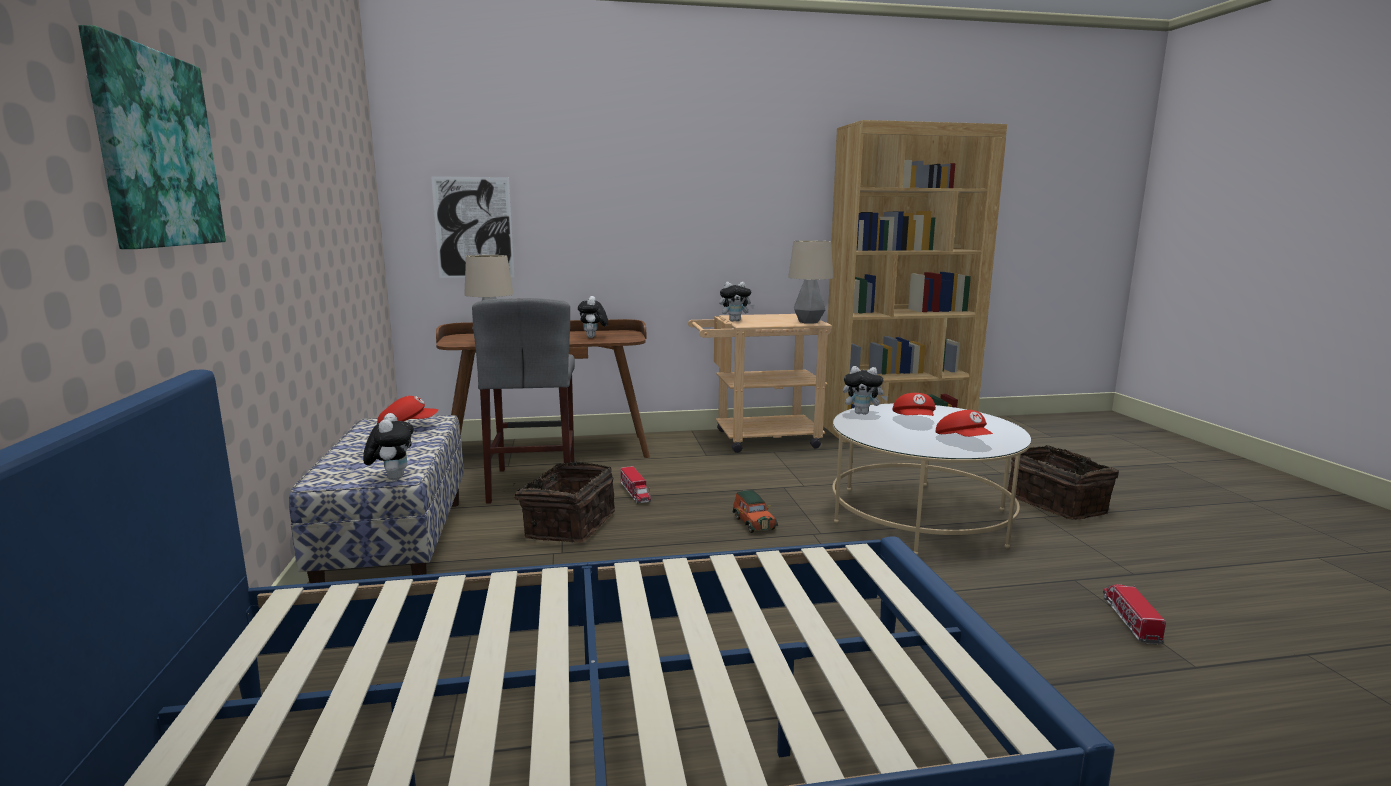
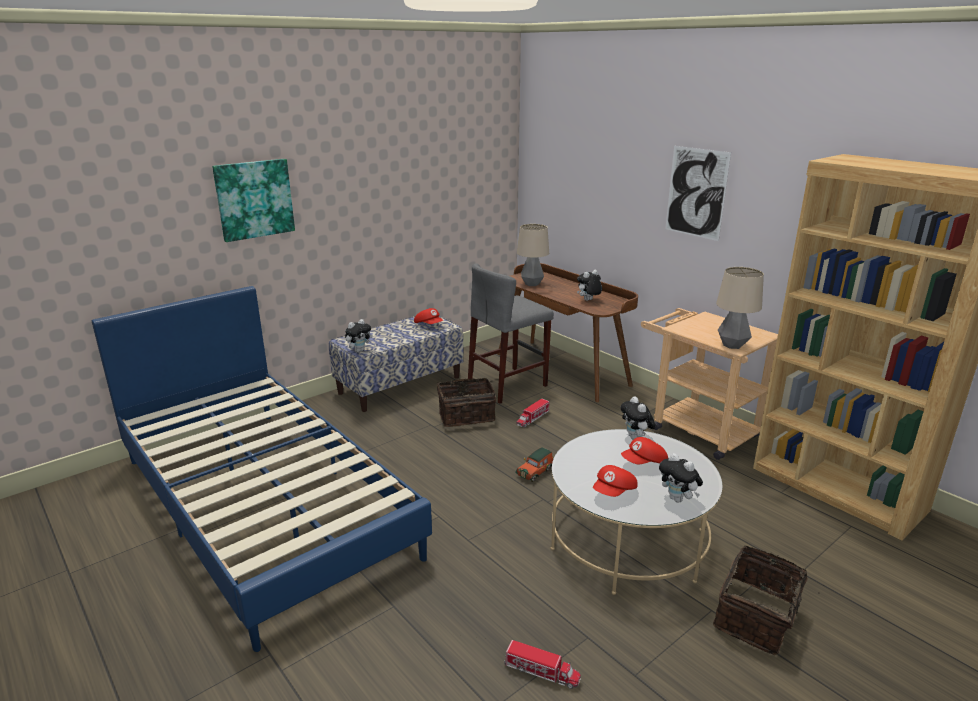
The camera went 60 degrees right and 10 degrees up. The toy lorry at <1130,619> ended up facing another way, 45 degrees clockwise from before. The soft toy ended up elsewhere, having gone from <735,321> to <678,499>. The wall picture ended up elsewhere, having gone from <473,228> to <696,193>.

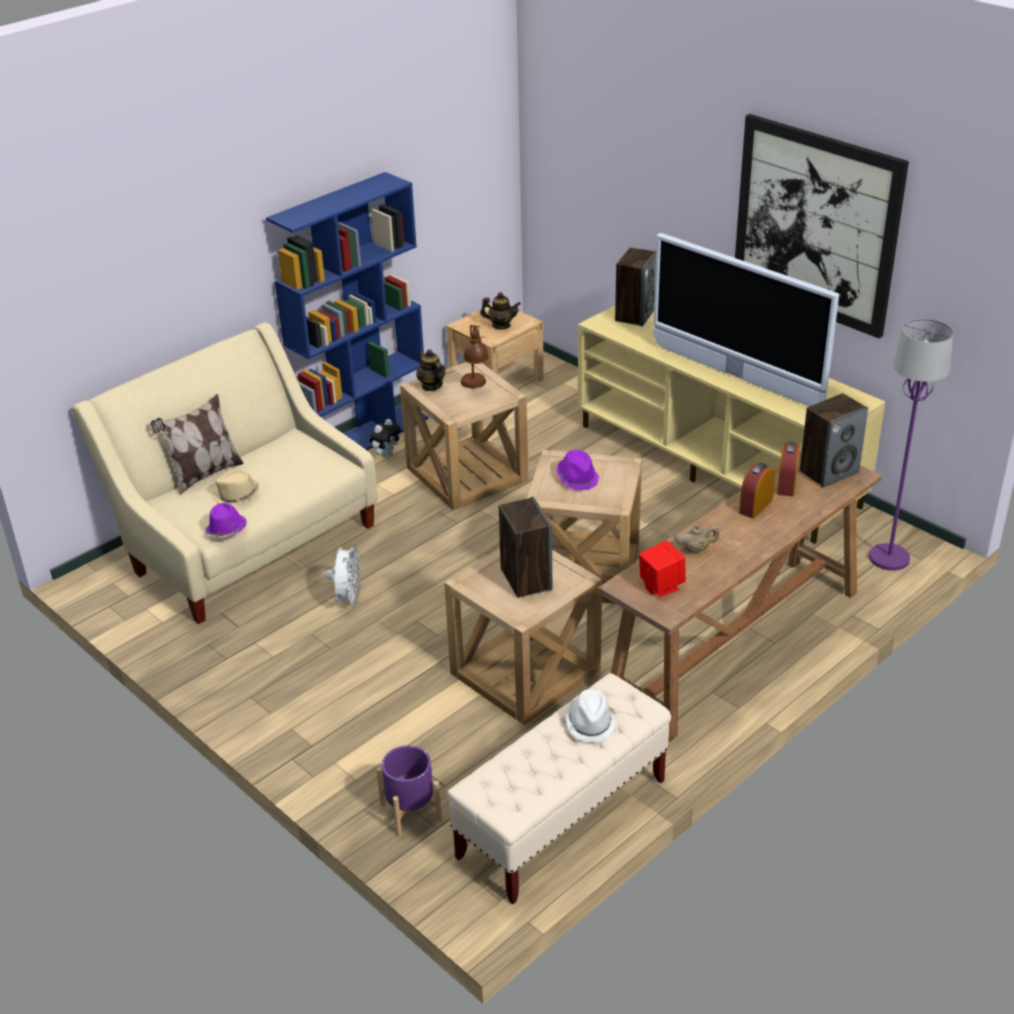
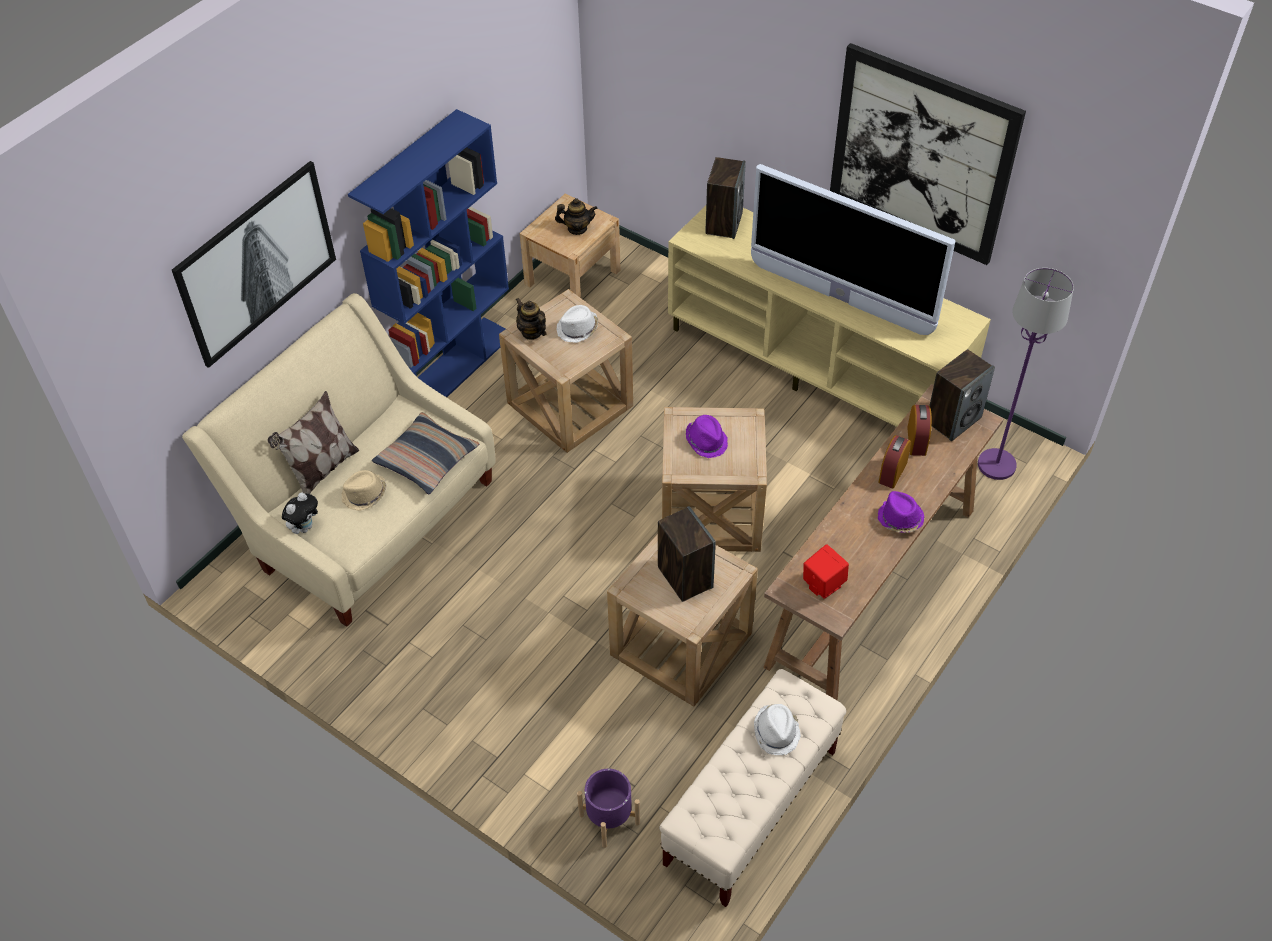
The camera went 10 degrees left and 15 degrees up. The second view gained the wall picture at <256,262>. The soft toy ended up elsewhere, having gone from <386,454> to <304,527>. The second view gained the cushion at <427,460>. Where the table lamp (brown) stood at <476,387>, the hat (white-coloured) came to stand at <578,329>. The hat (purplish) ended up elsewhere, having gone from <226,530> to <899,519>. The second view lost the fan (white-coloured) at <348,599>. The second view lost the pot for tea (sand-coloured) at <696,549>.

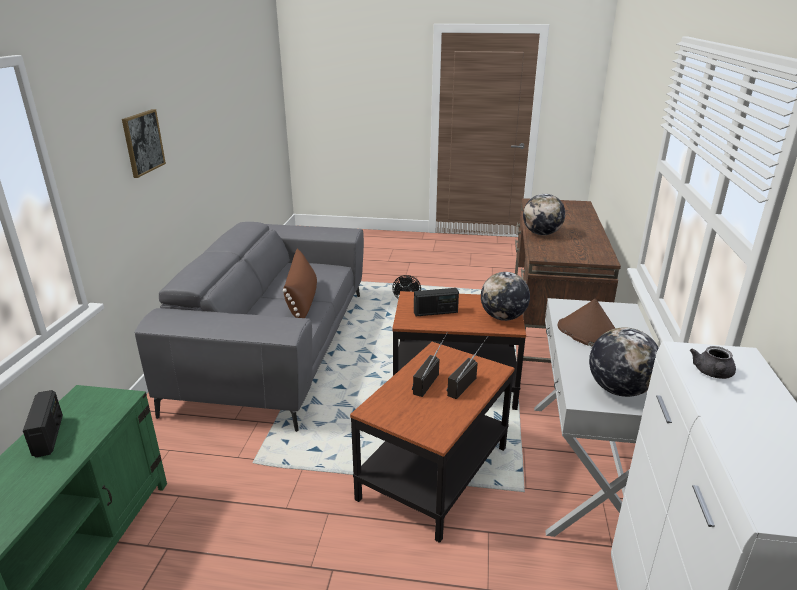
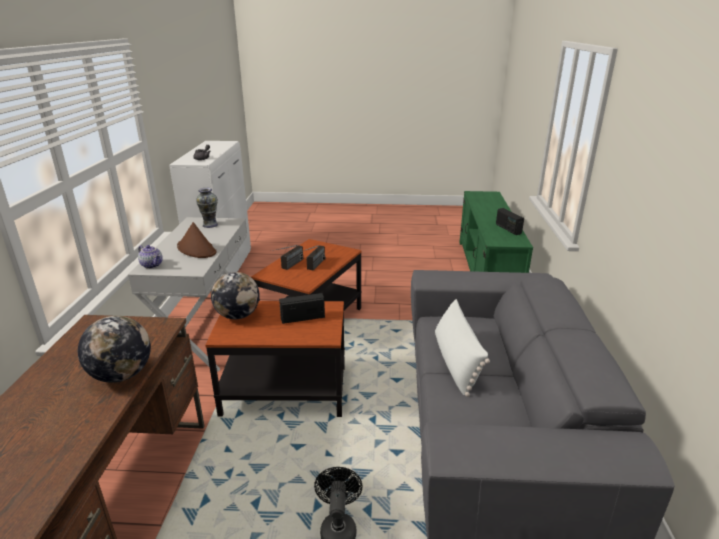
The camera went 175 degrees right and 0 degrees up. The second view gained the pot for tea at <152,265>. Where the globe stood at <619,390>, the vase came to stand at <210,225>. What was the cushion (brown) at <302,301> turned into the cushion (white-coloured) at <456,362>. The second view lost the wall picture at <143,142>.

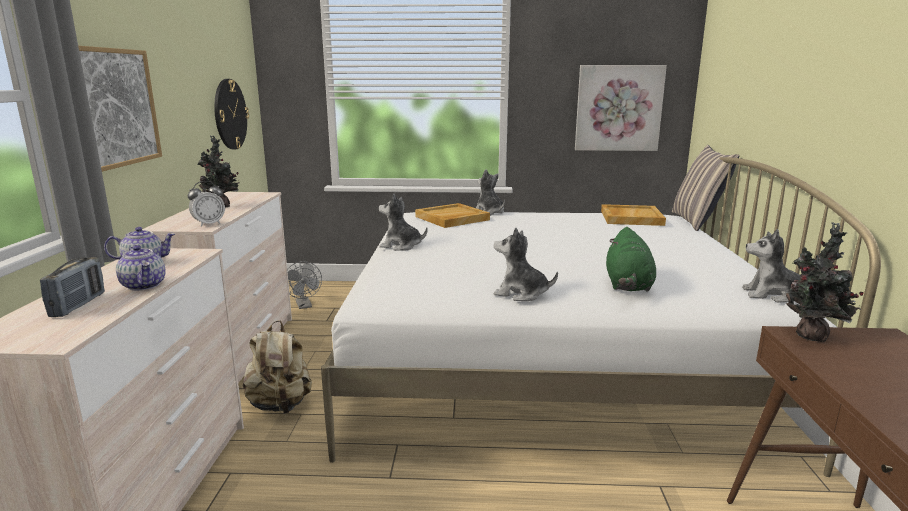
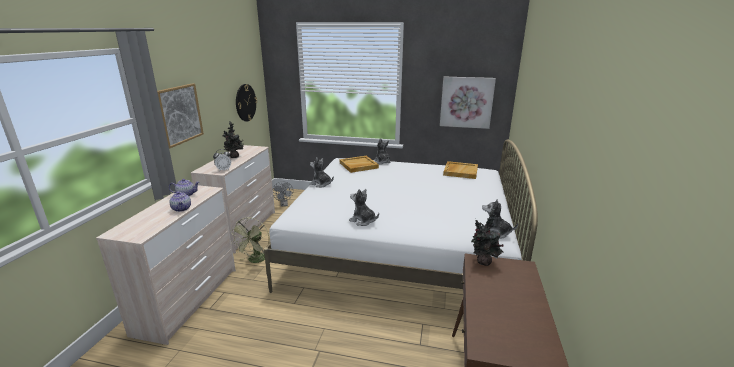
The camera went 10 degrees right and 5 degrees up. Where the rucksack (sand-coloured) stood at <280,405>, the fan (green-coloured) came to stand at <255,260>. The second view lost the radio set at <78,305>. The second view lost the soft toy (green-coloured) at <628,285>. The second view lost the cushion at <697,221>.

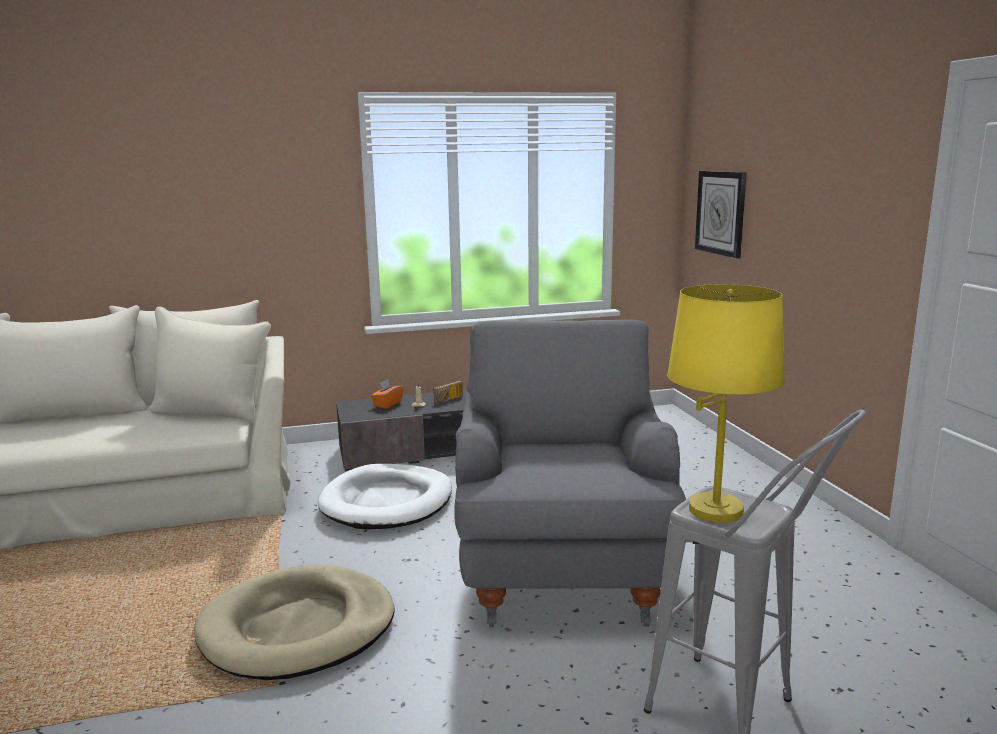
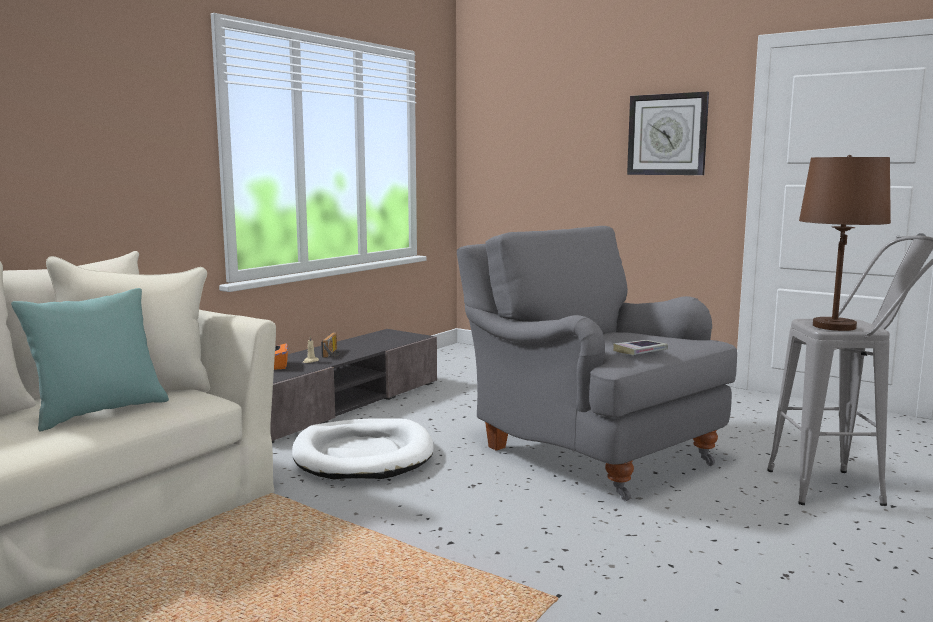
The camera went 40 degrees left and 5 degrees down. The second view gained the cushion (blue-green) at <99,412>. The second view gained the volume at <640,351>. The hanging clock ended up elsewhere, having gone from <721,212> to <667,134>. What was the table lamp (yellow-coloured) at <715,510> turned into the table lamp (brown) at <833,326>. The second view lost the dog cushion (sand-coloured) at <298,628>.

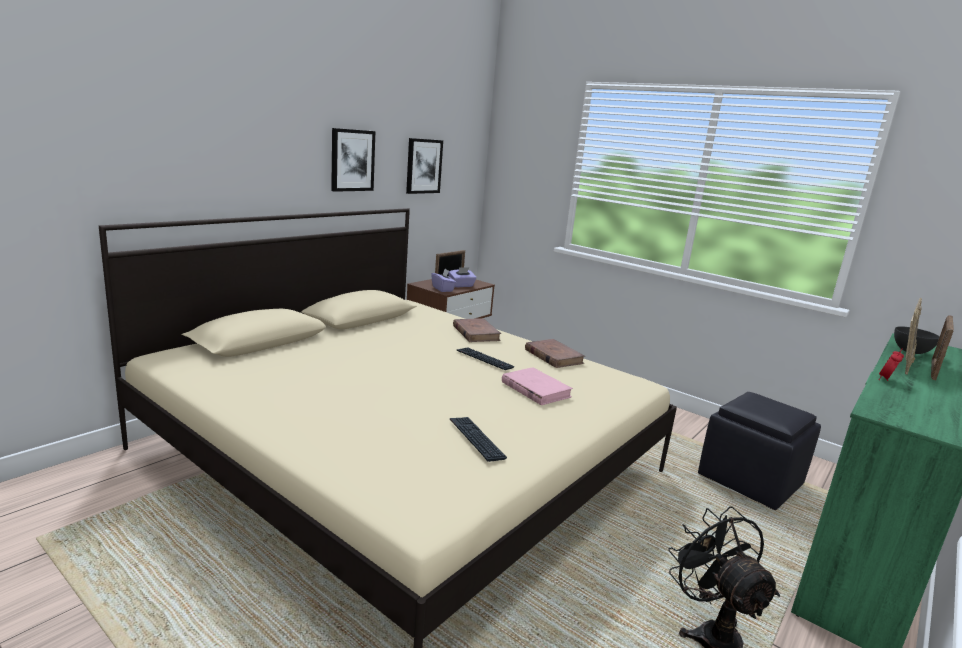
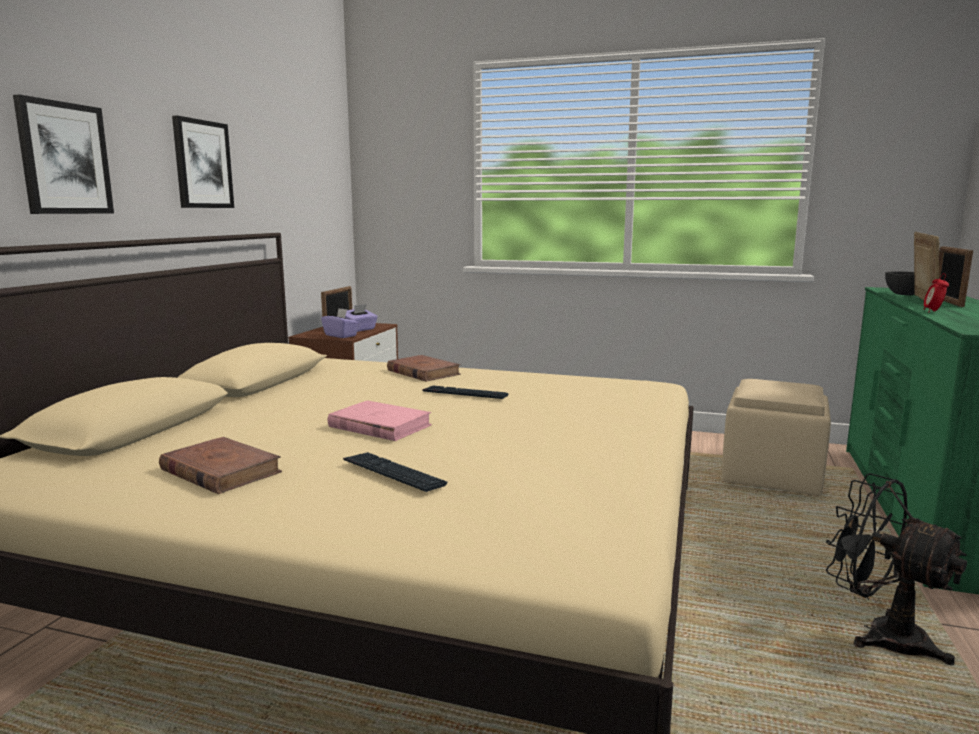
The camera went 20 degrees left and 5 degrees down. The wall picture ended up elsewhere, having gone from <423,166> to <64,158>. The volume (brown) ended up elsewhere, having gone from <553,356> to <220,471>. The volume (pink) ended up elsewhere, having gone from <535,389> to <379,426>. The keyboard ended up elsewhere, having gone from <476,439> to <393,473>. What was the footrest (blackish) at <751,480> turned into the footrest (sand-coloured) at <772,476>.

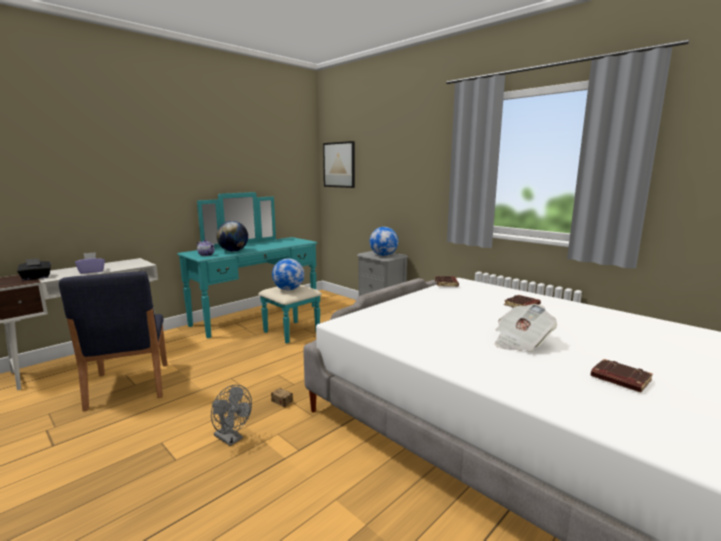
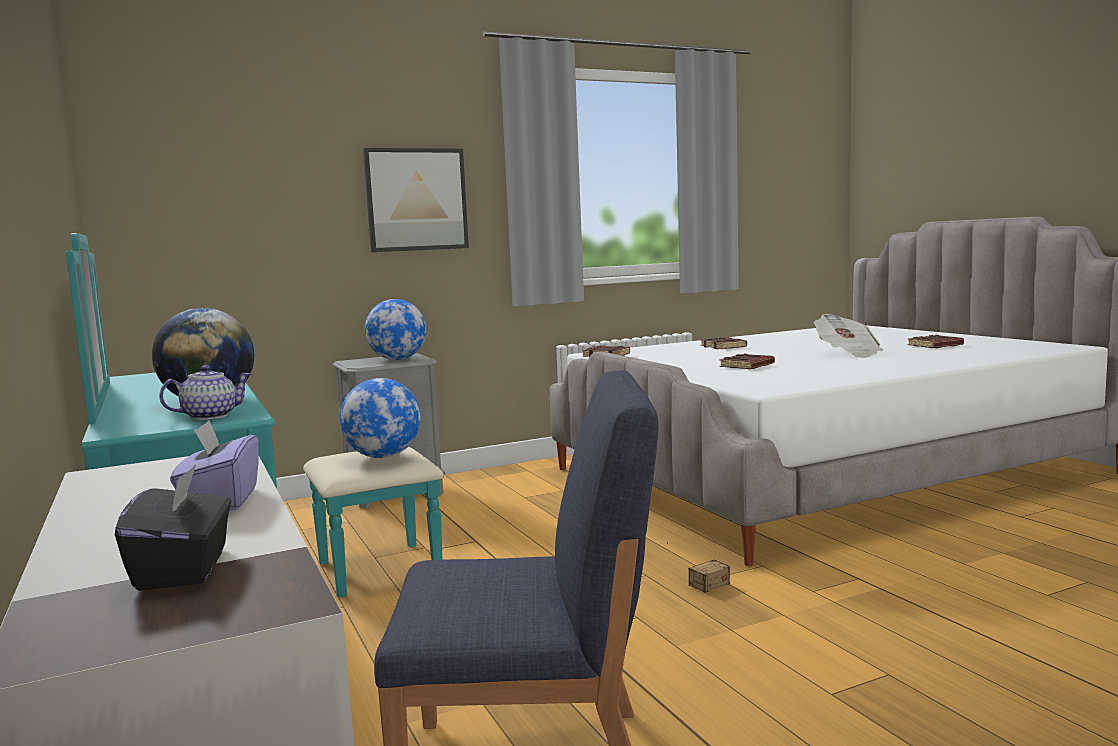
The camera went 70 degrees left and 5 degrees down. The wall picture ended up elsewhere, having gone from <339,165> to <416,200>. The second view gained the volume (brown) at <747,366>. The second view lost the fan (greyish) at <231,439>.

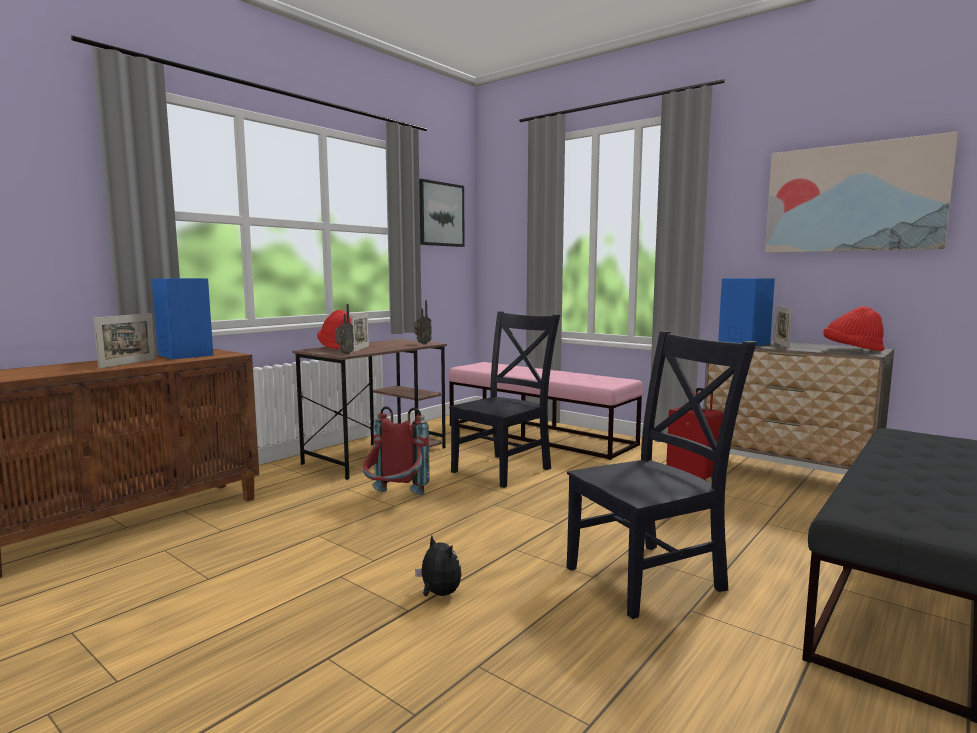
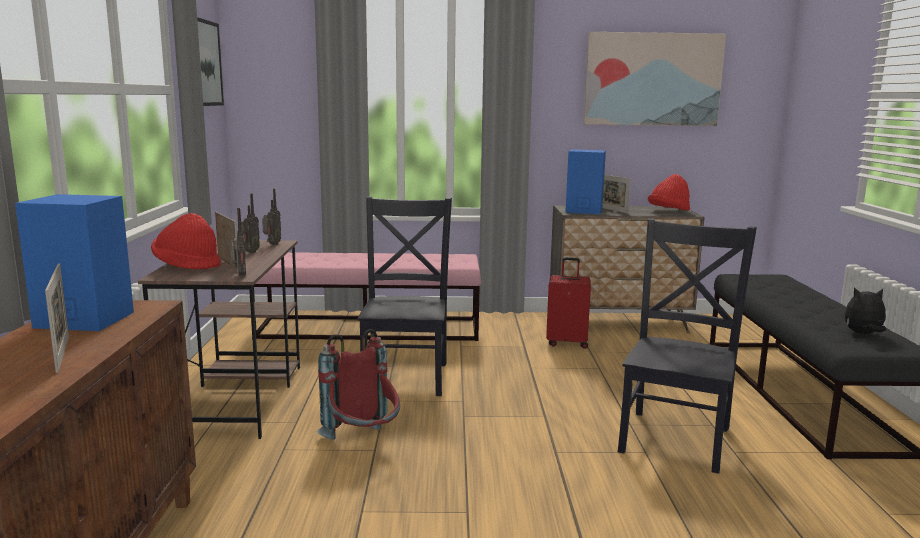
The camera went 40 degrees left and 5 degrees up. The second view gained the radio set at <249,252>. The soft toy ended up elsewhere, having gone from <439,594> to <863,334>.

